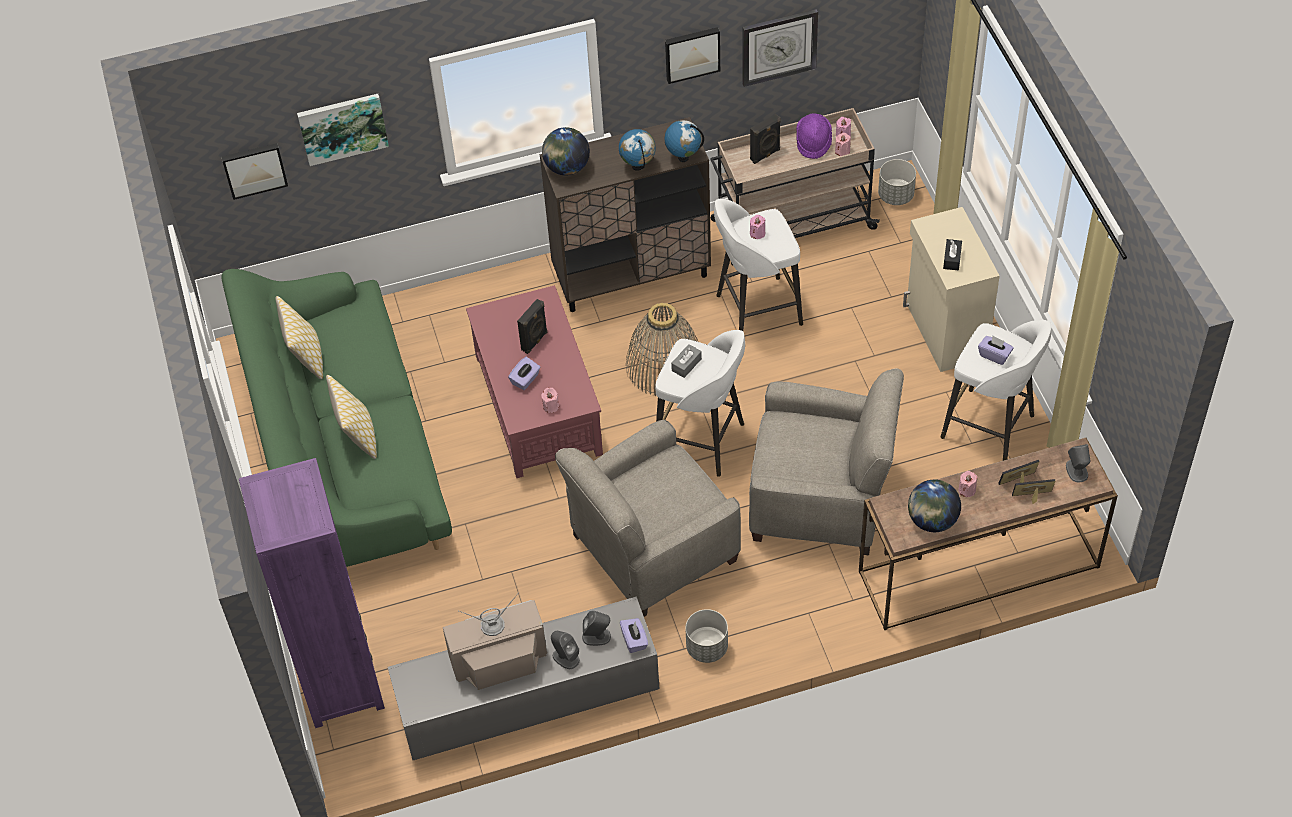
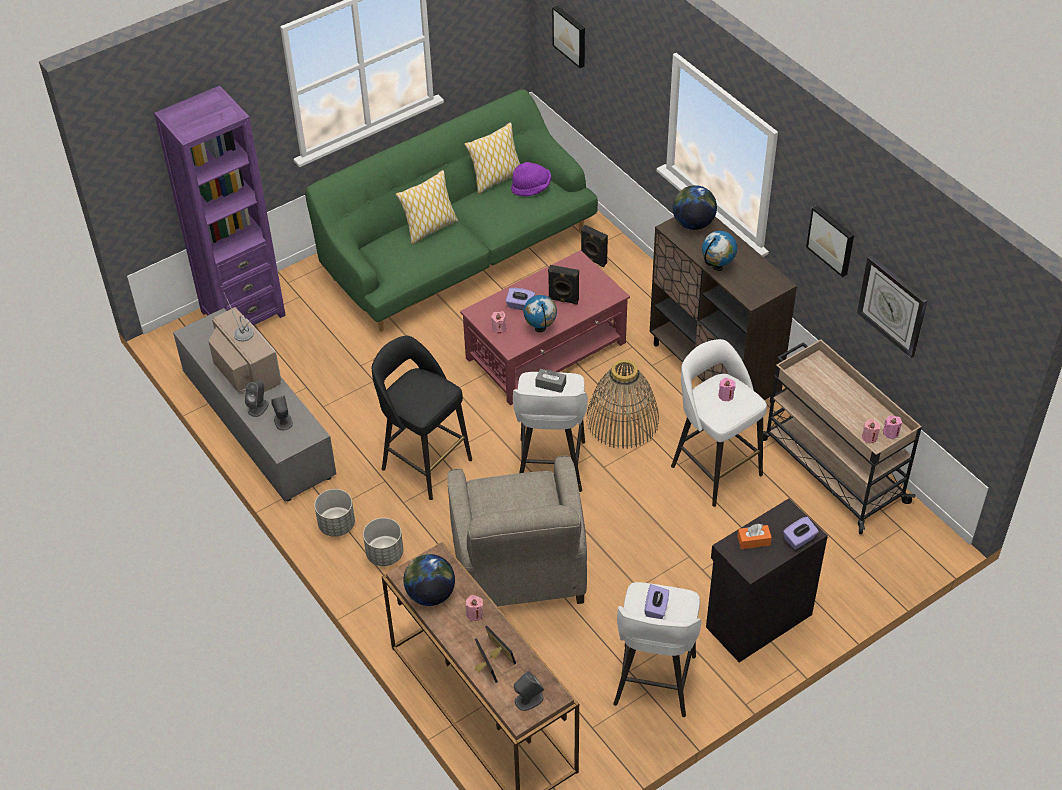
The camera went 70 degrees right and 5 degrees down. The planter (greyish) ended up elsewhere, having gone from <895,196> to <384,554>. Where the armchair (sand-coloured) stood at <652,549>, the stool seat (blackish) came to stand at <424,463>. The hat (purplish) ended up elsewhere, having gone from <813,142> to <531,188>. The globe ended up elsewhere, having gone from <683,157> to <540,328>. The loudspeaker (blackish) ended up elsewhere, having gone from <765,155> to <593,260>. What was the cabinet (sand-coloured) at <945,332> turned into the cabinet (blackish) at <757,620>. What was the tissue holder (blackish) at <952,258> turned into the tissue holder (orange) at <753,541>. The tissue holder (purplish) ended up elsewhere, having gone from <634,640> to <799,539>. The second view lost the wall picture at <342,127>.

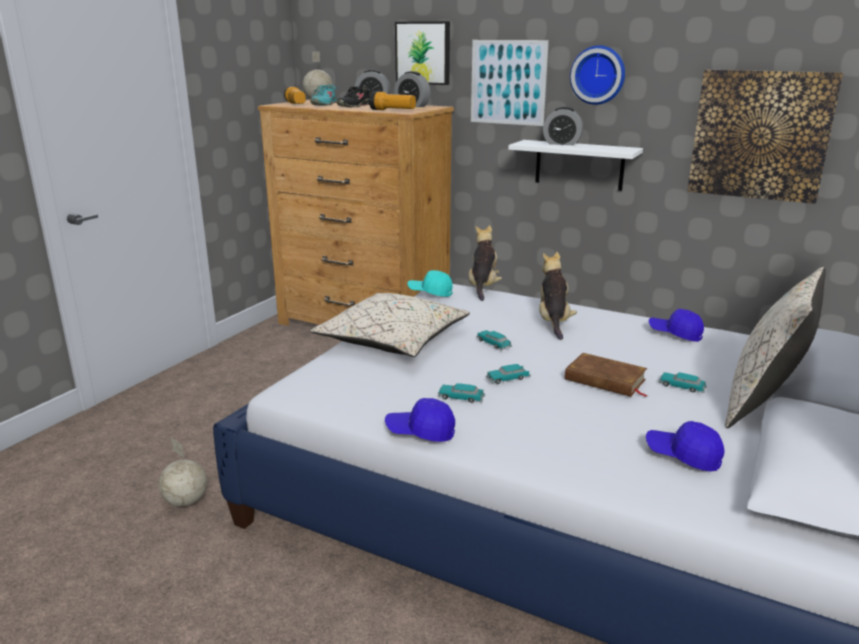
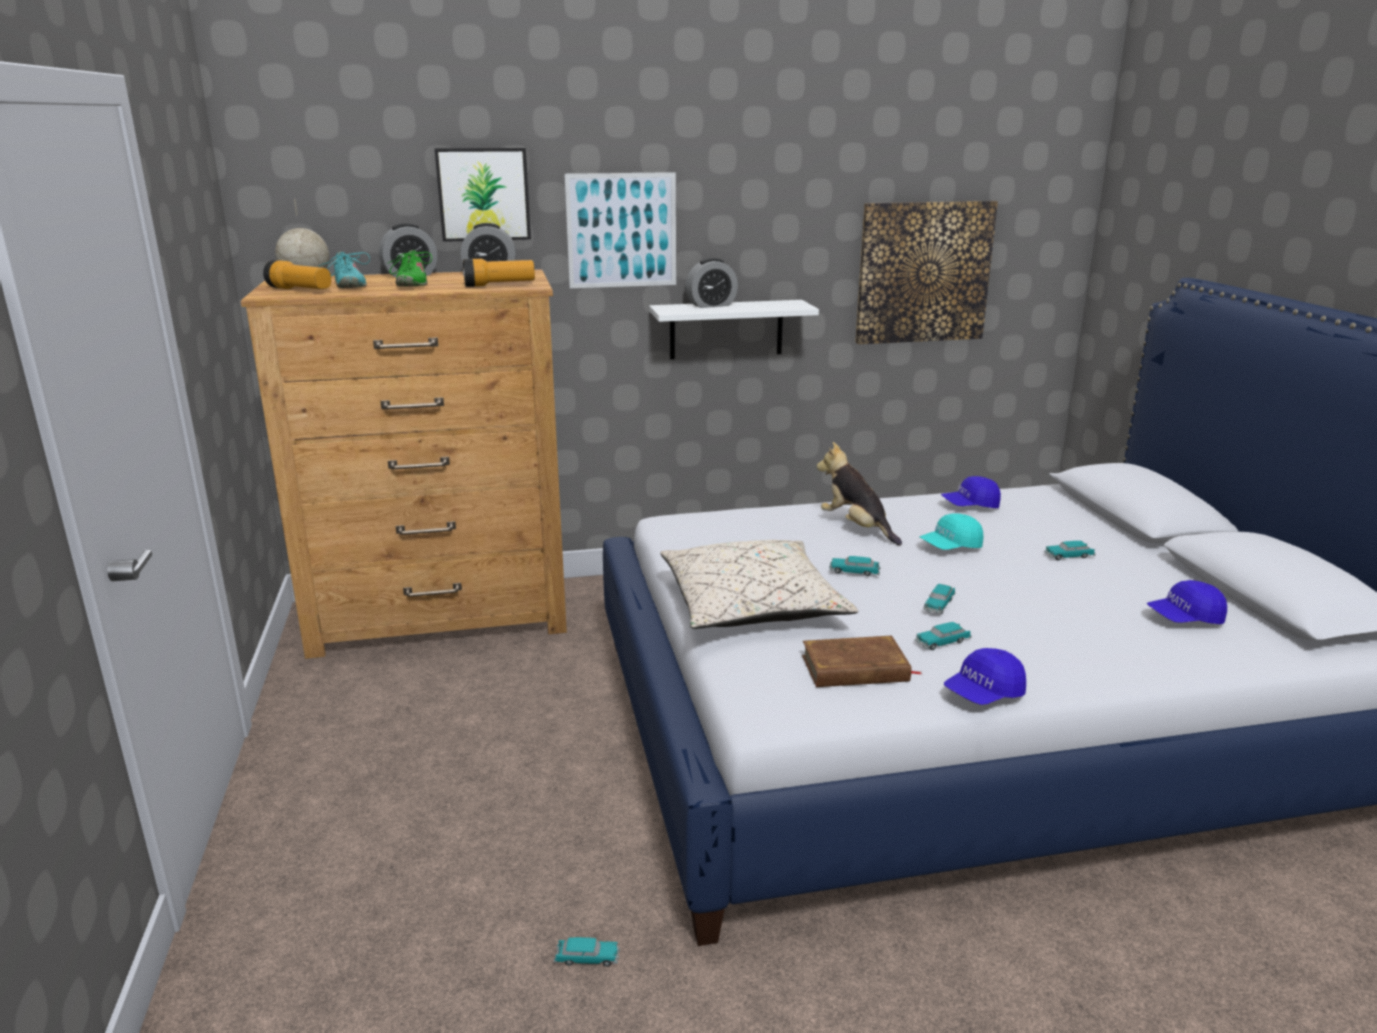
The camera went 40 degrees left and 0 degrees up. What was the shoe (blackish) at <354,106> turned into the shoe (green-coloured) at <411,284>. Where the globe stood at <186,501>, the model car came to stand at <587,958>. The volume (brown) ended up elsewhere, having gone from <605,380> to <855,669>. The peaked cap (blue-green) ended up elsewhere, having gone from <430,292> to <950,547>. The second view lost the soft toy at <483,287>. The second view lost the hanging clock at <598,75>. The second view lost the cushion (sand-coloured) at <764,403>.

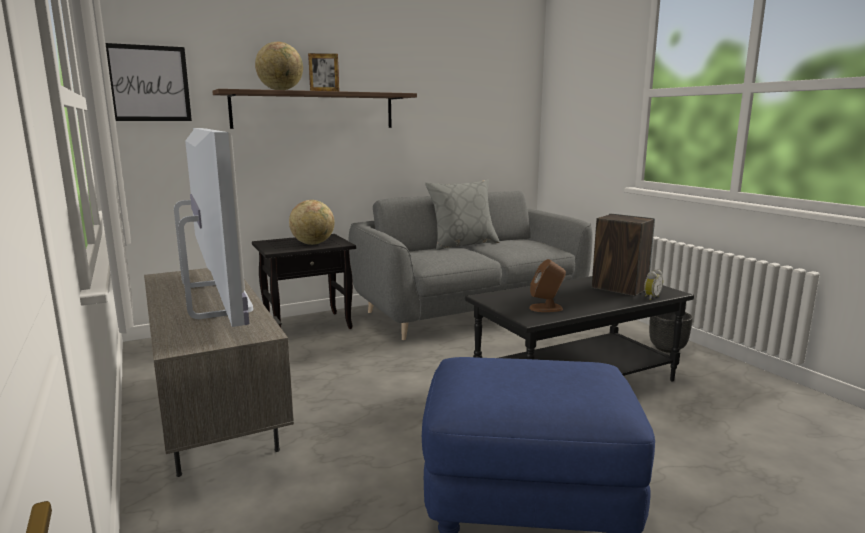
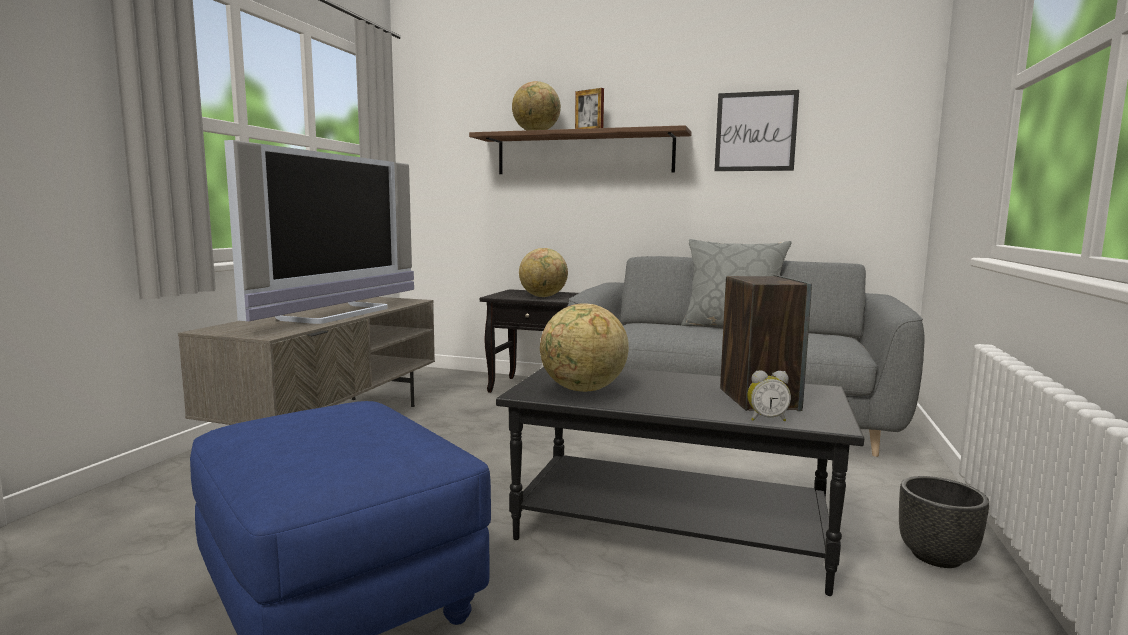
The camera went 45 degrees right and 5 degrees down. Where the loudspeaker (brown) stood at <546,308>, the globe came to stand at <583,390>. The wall picture ended up elsewhere, having gone from <148,83> to <755,131>.

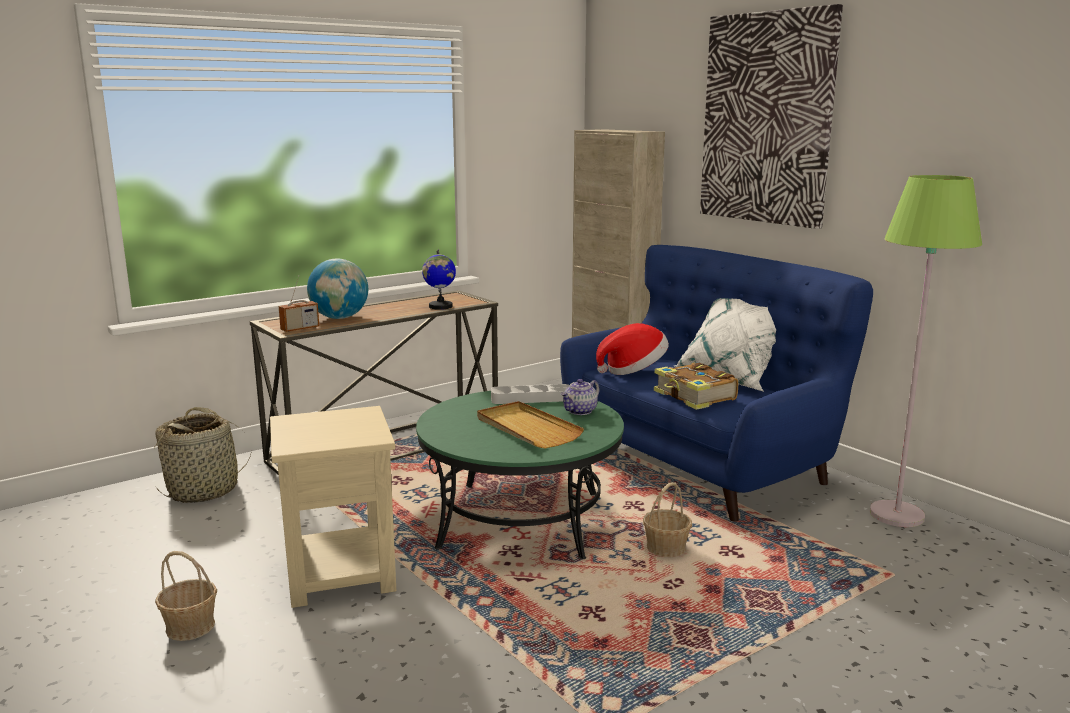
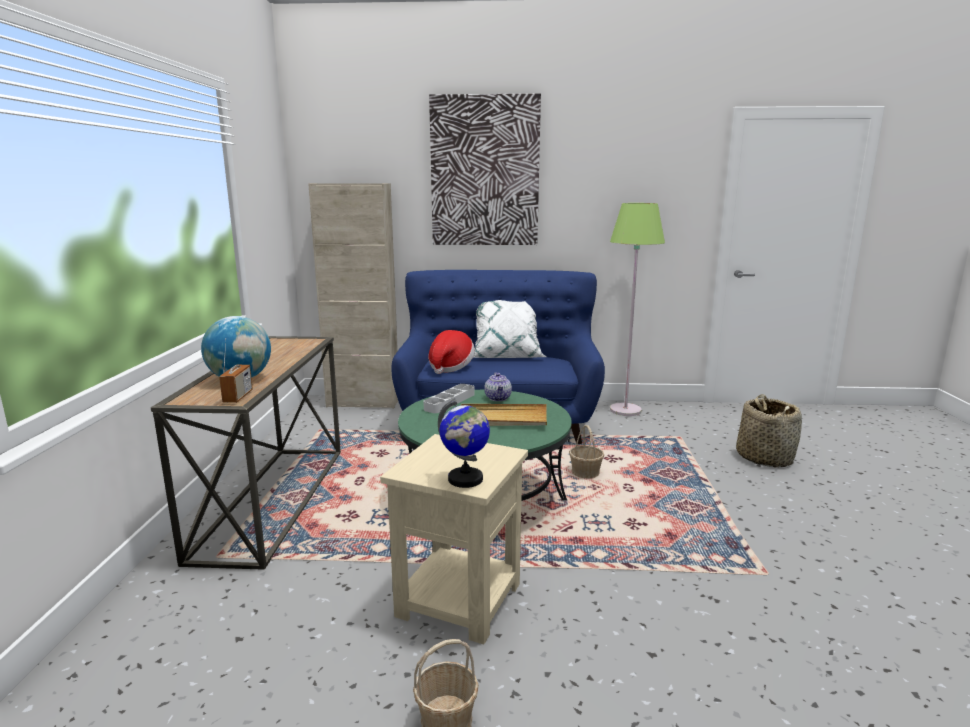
The camera went 50 degrees left and 0 degrees up. The globe ended up elsewhere, having gone from <440,306> to <465,479>. The household basket ended up elsewhere, having gone from <204,490> to <764,457>. The second view lost the volume at <694,397>.

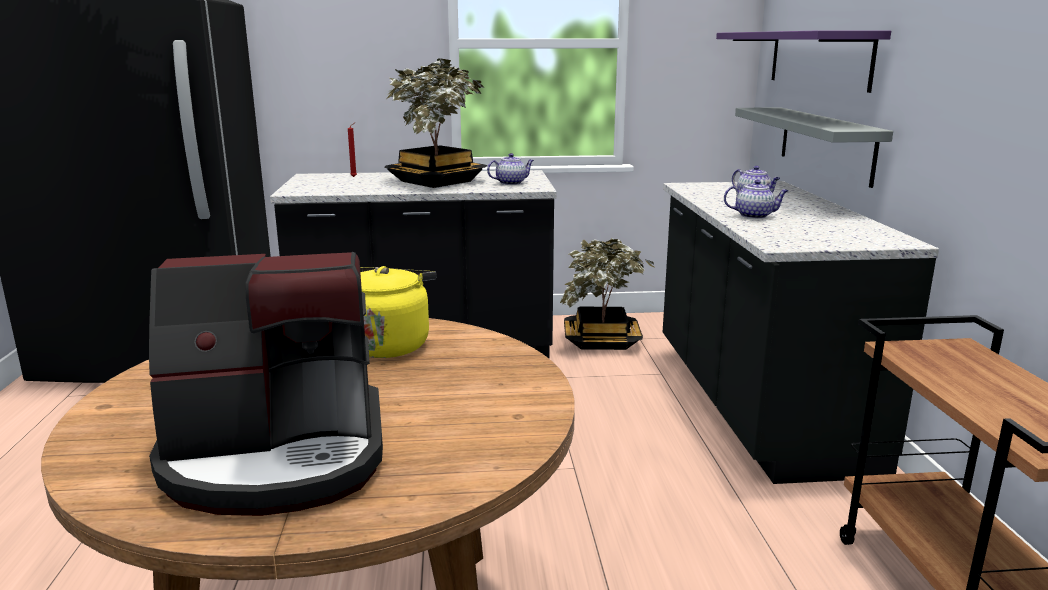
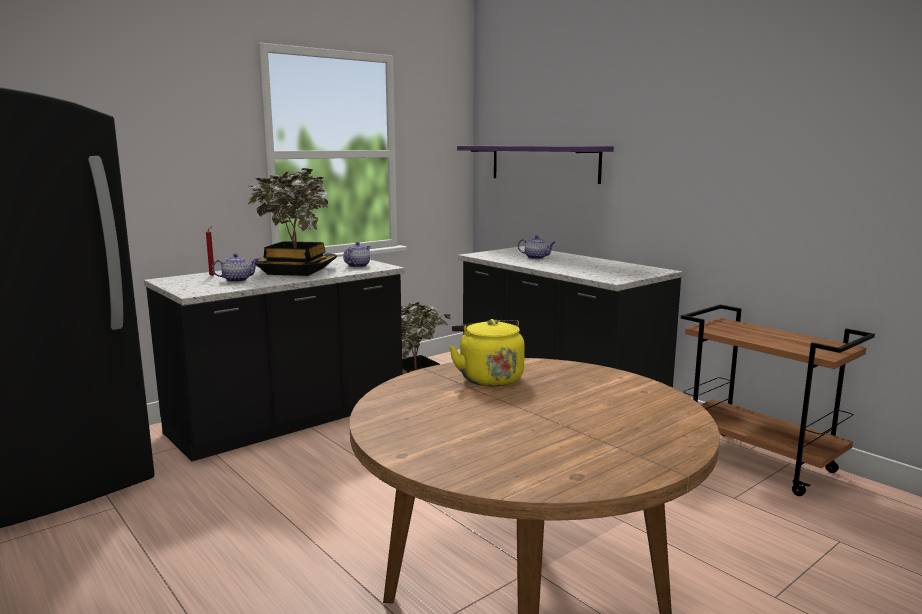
The camera went 35 degrees left and 5 degrees down. The pot for tea ended up elsewhere, having gone from <754,216> to <237,280>. The second view lost the coffee machine at <278,457>. The second view lost the bracket shelf (greyish) at <825,143>.

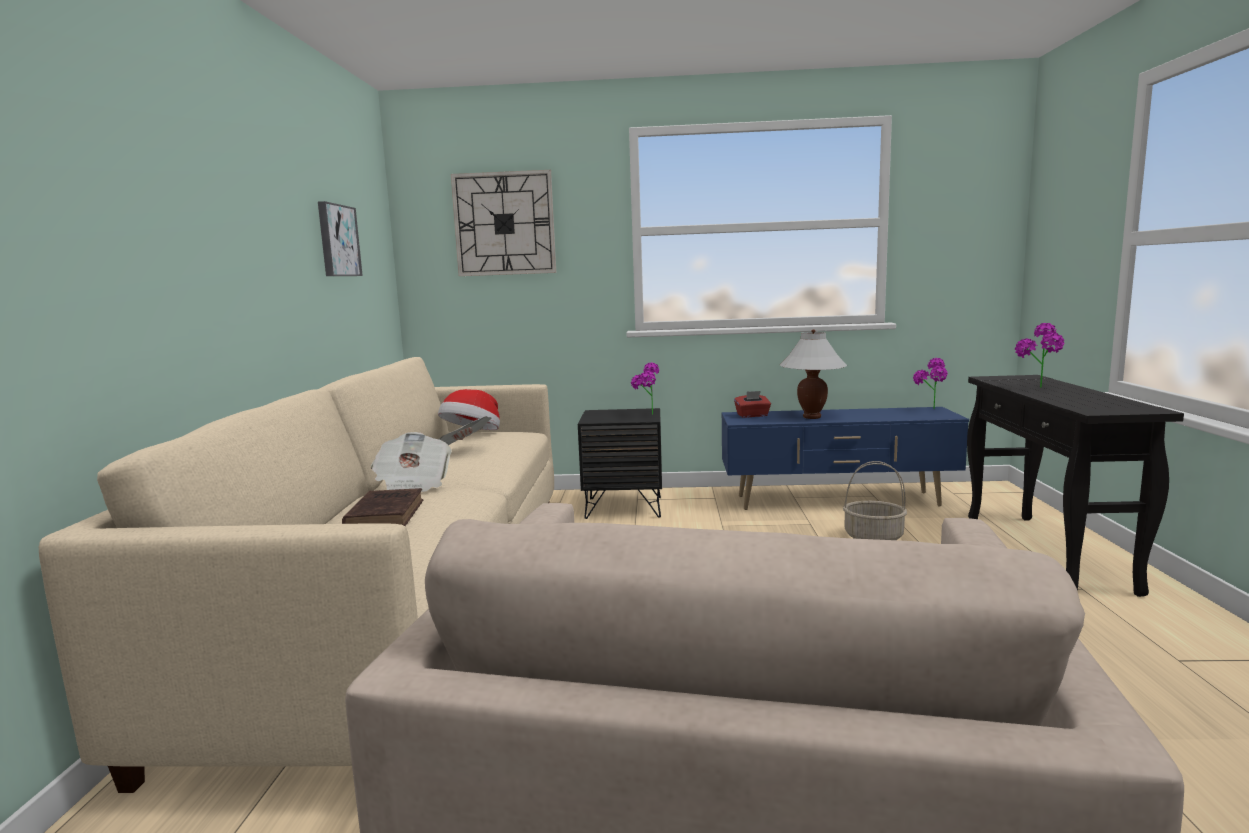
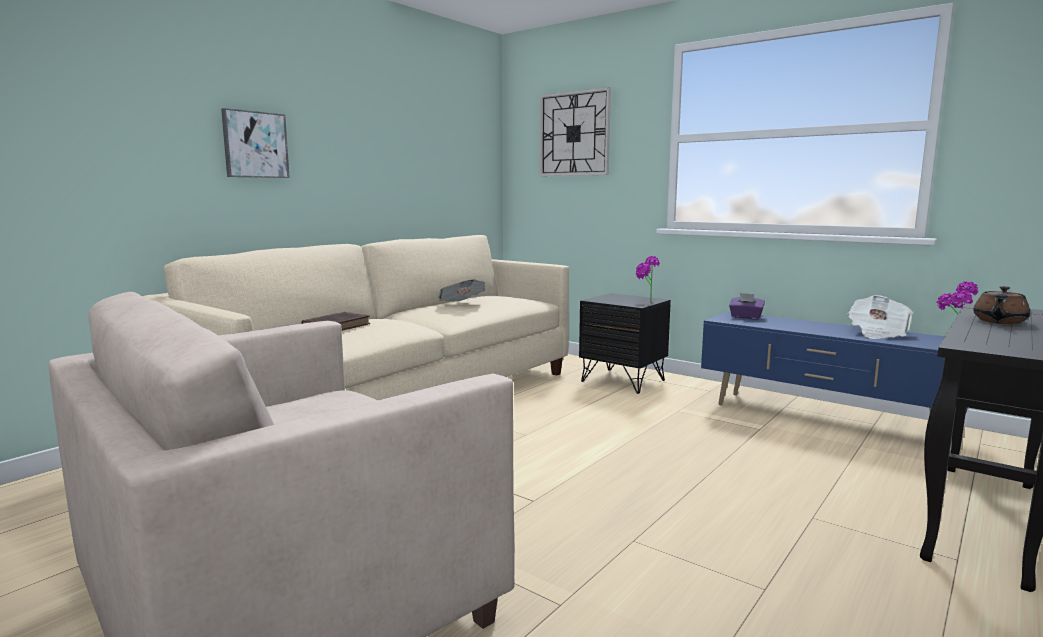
The camera went 35 degrees right and 0 degrees up. The wall picture ended up elsewhere, having gone from <337,241> to <255,145>. What was the tissue holder (red) at <752,415> turned into the tissue holder (purplish) at <745,317>. The printed paper ended up elsewhere, having gone from <412,486> to <877,333>. Where the potted plant stood at <1038,388>, the pot for tea (brown) came to stand at <999,321>. The second view lost the hat at <472,434>. The second view lost the table lamp (white-coloured) at <812,417>. The second view lost the household basket at <874,537>.

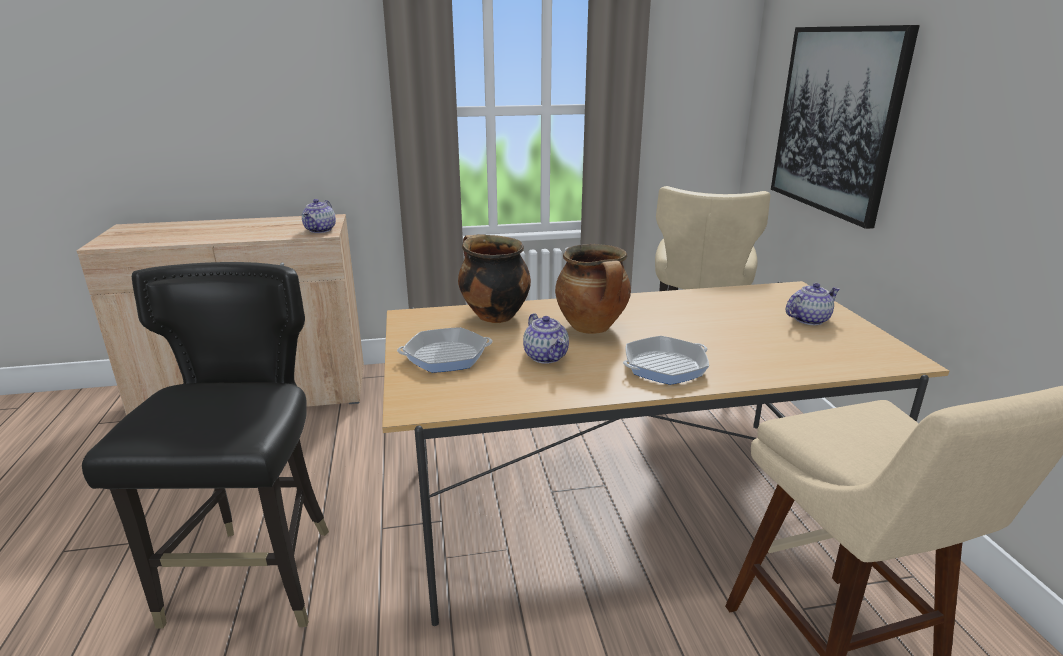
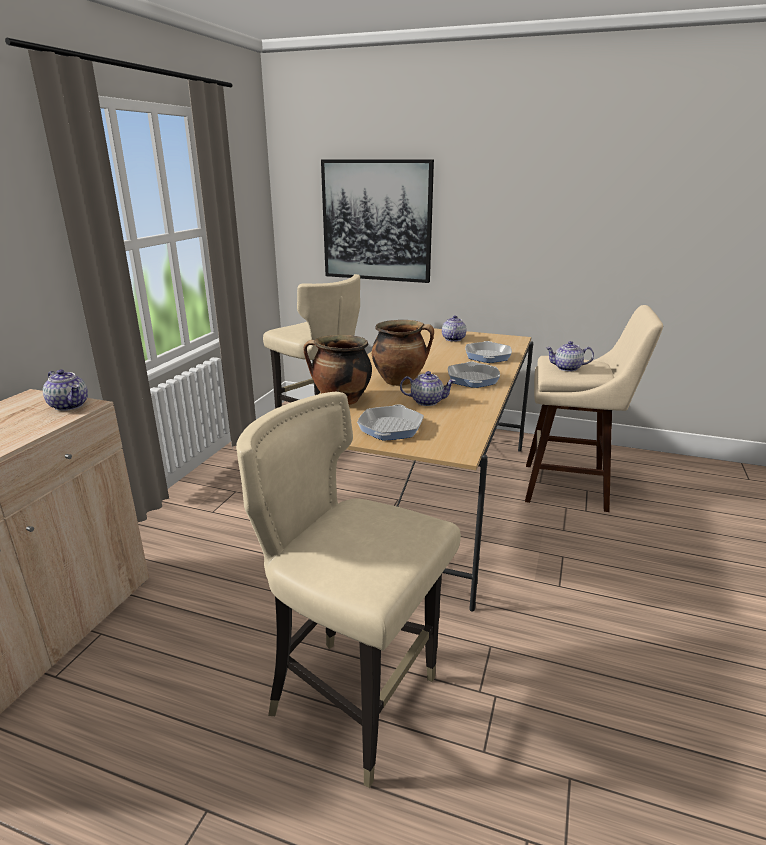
The camera went 60 degrees left and 0 degrees up. What was the plain chair (blackish) at <256,579> turned into the plain chair (sand-coloured) at <355,702>. The second view gained the skillet at <487,356>. The second view gained the pot for tea at <567,368>.

